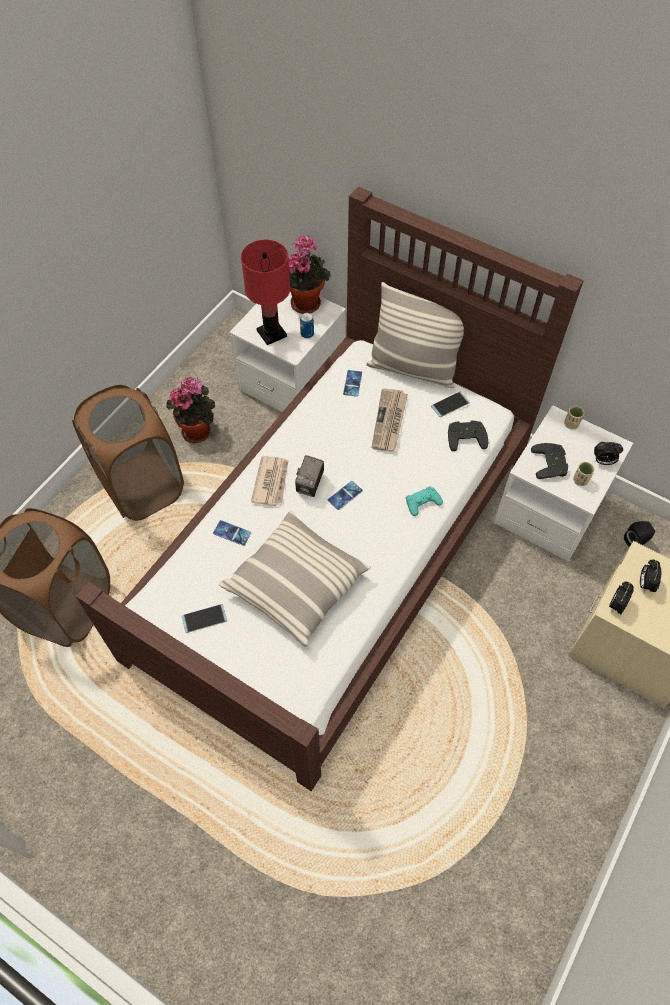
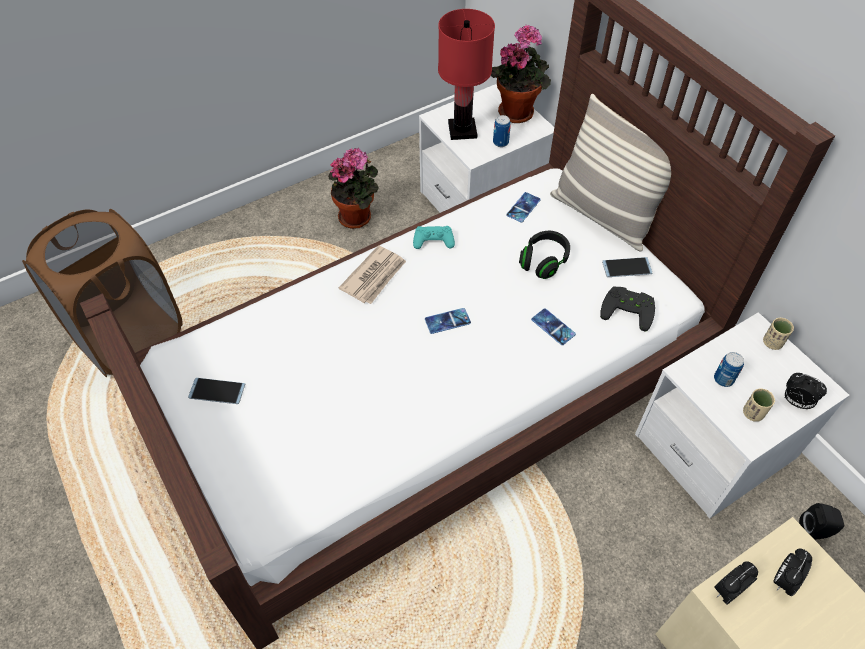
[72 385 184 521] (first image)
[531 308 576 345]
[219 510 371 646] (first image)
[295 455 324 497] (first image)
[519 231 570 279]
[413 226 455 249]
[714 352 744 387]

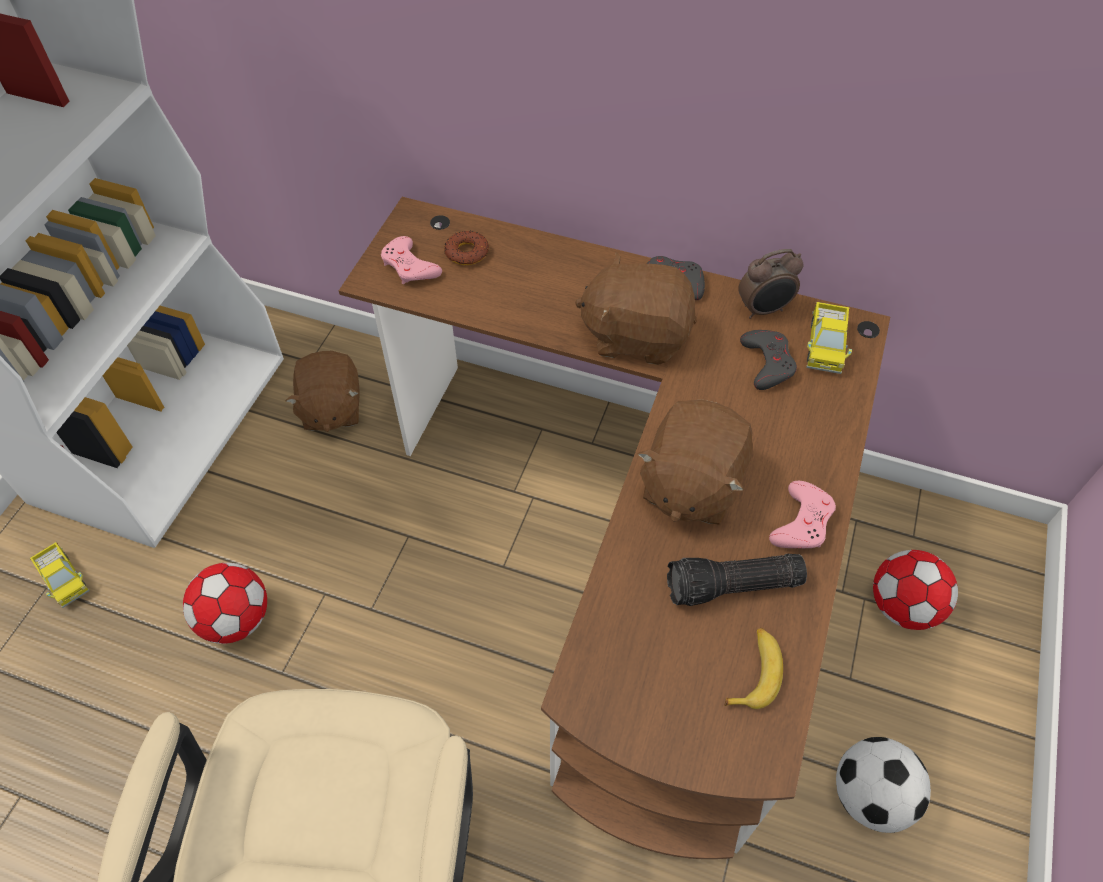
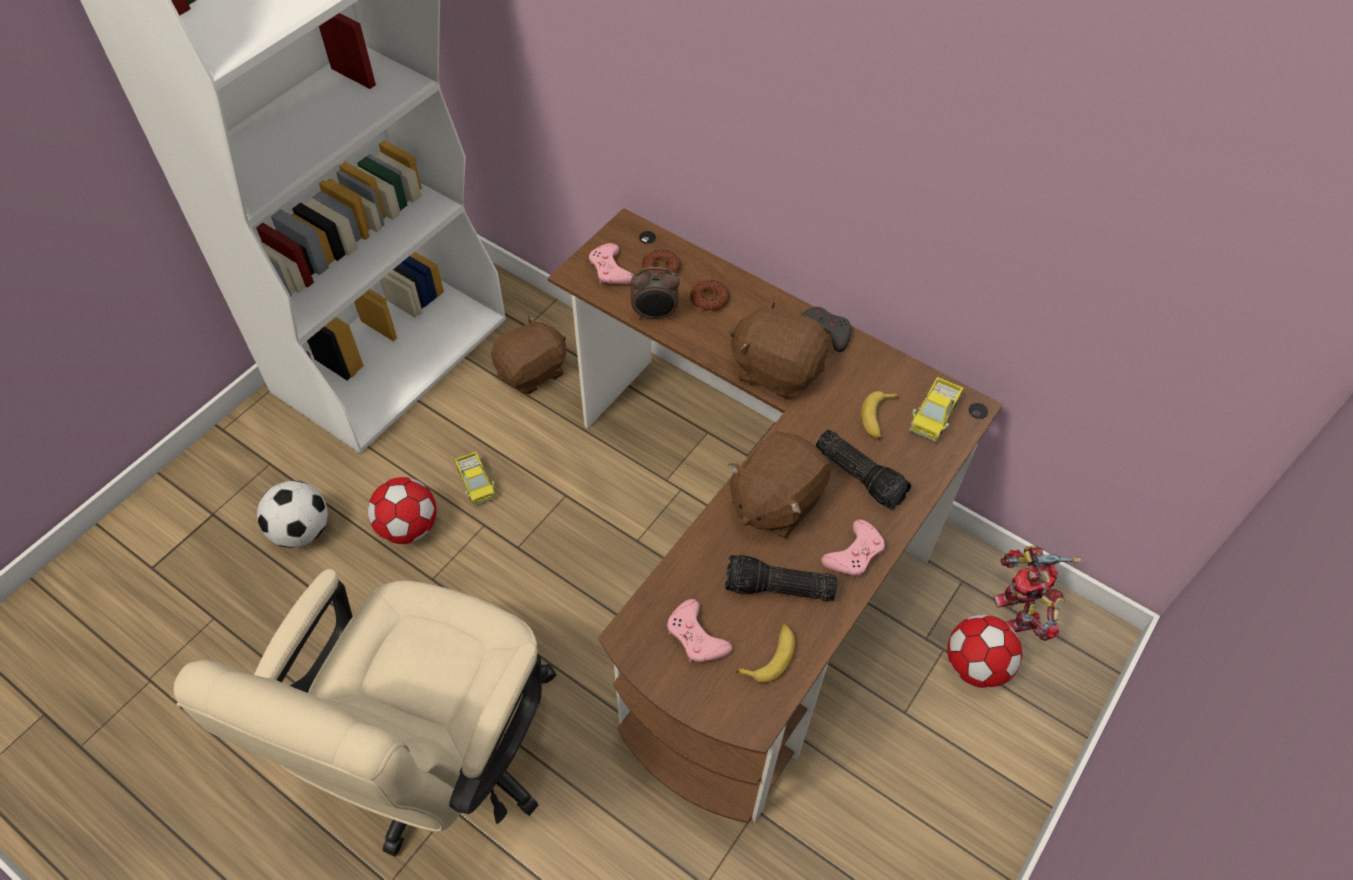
[454 451 496 507]
[491 315 566 394]
[630 267 680 319]
[861 391 899 440]
[257 481 328 548]
[667 599 733 662]
[690 280 729 311]
[815 430 911 510]
[994 545 1081 641]

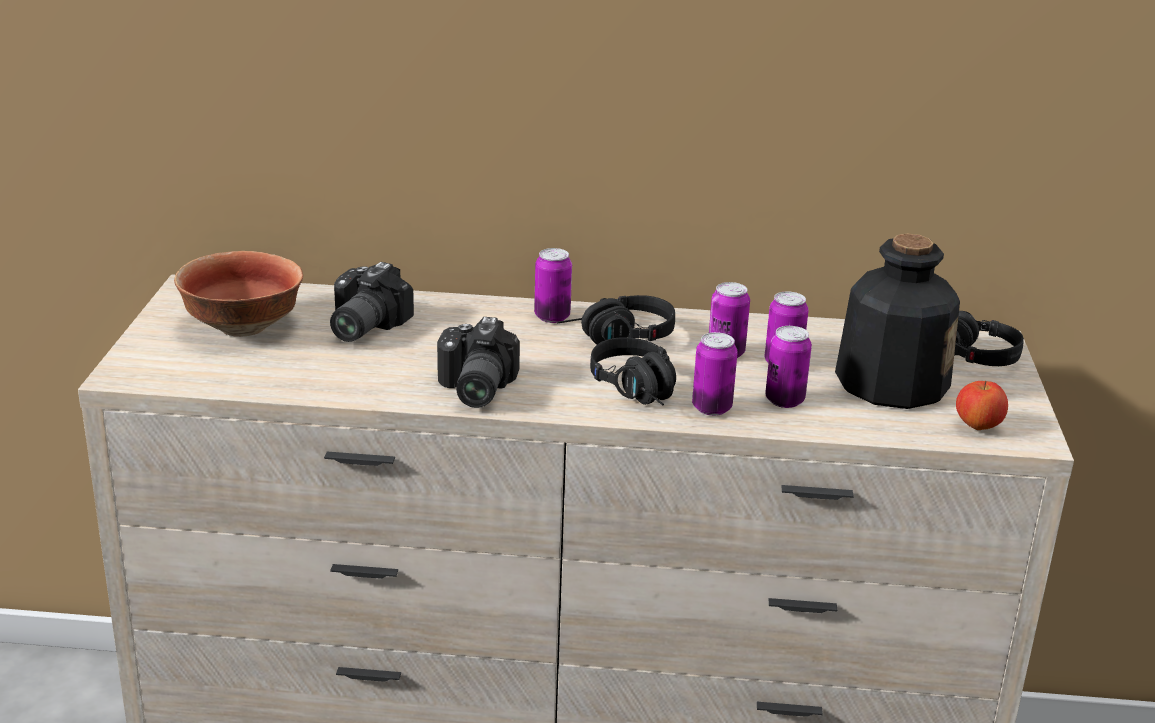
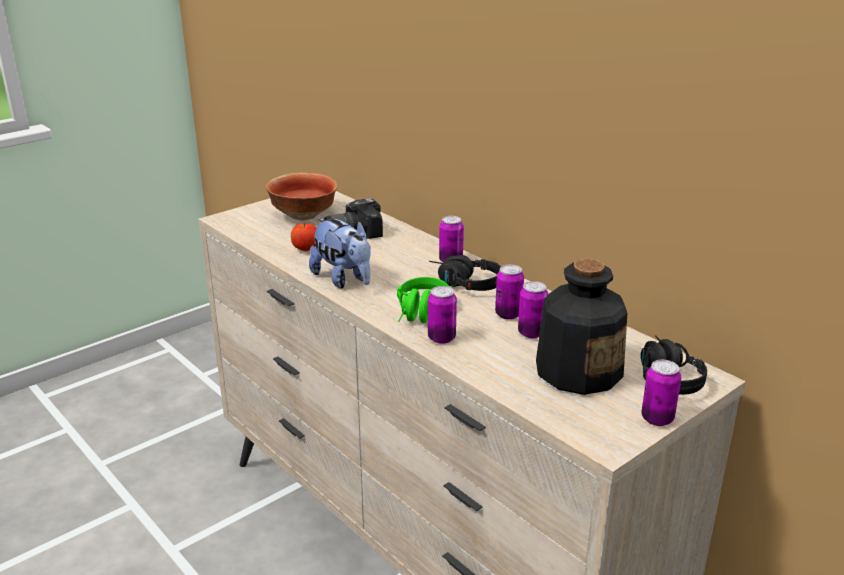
[309 218 371 288]
[397 277 449 323]
[641 360 681 426]
[291 223 316 252]

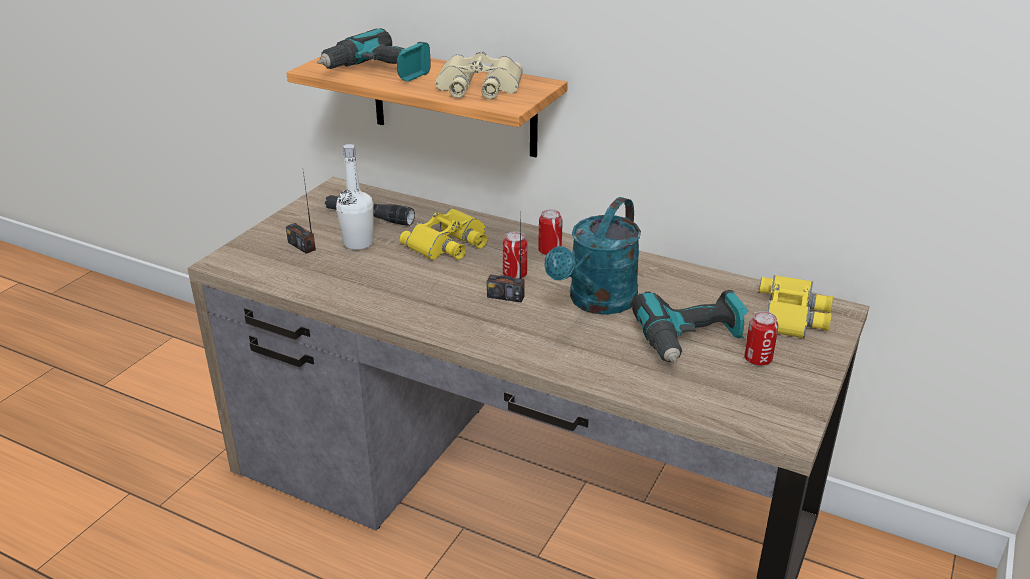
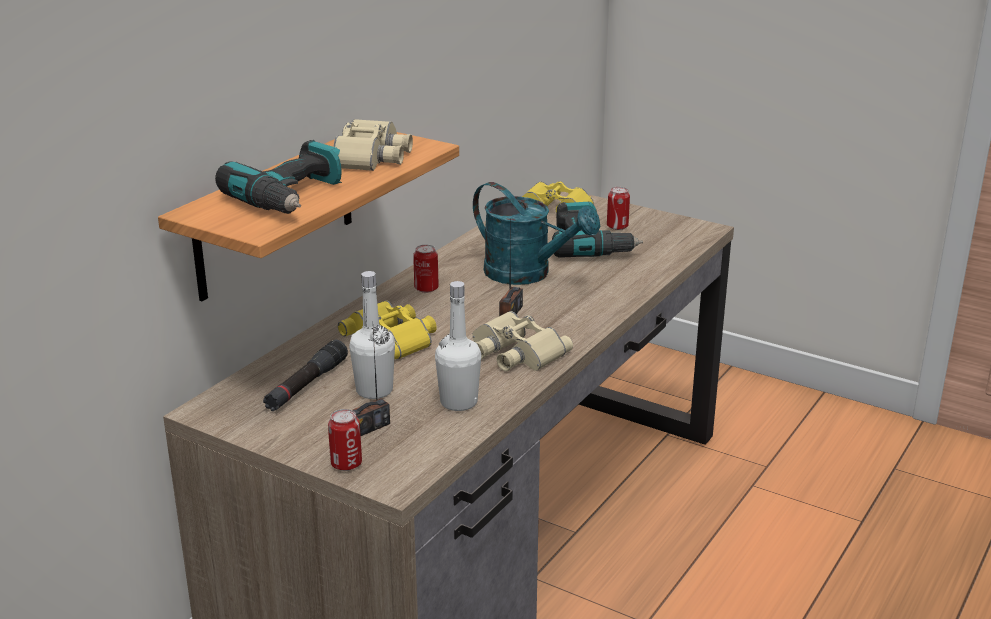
[328 409 362 471]
[435 281 481 411]
[472 311 573 371]

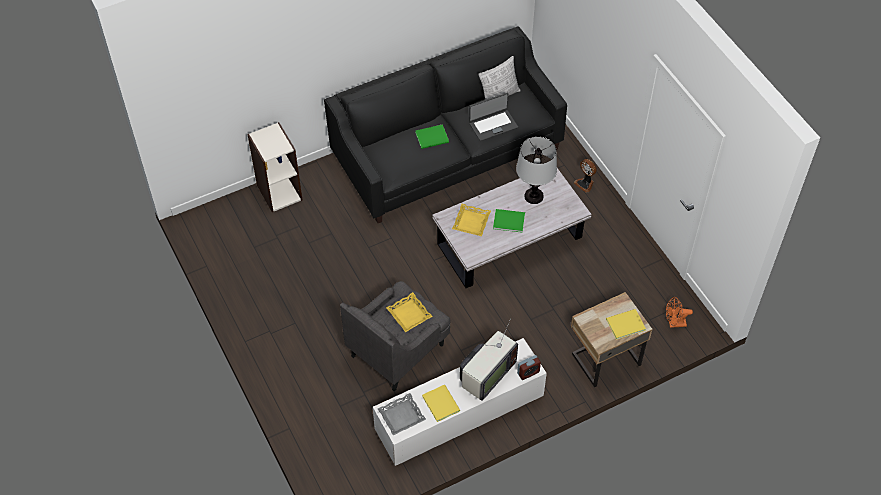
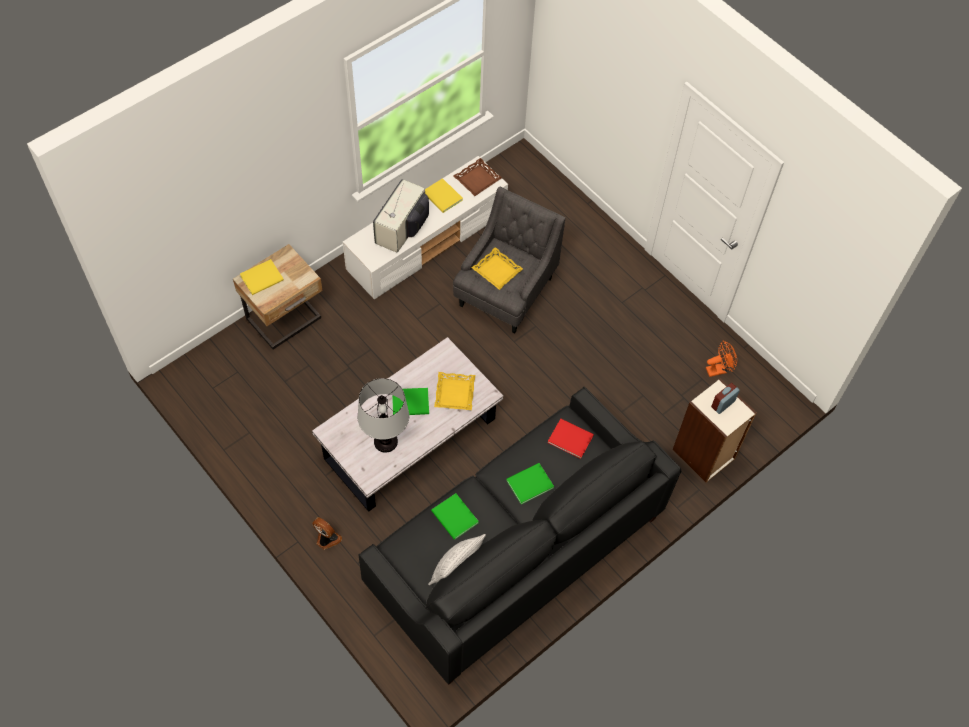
[454 158 502 196]
[431 493 479 540]
[711 383 740 414]
[706 341 737 377]
[548 419 594 459]

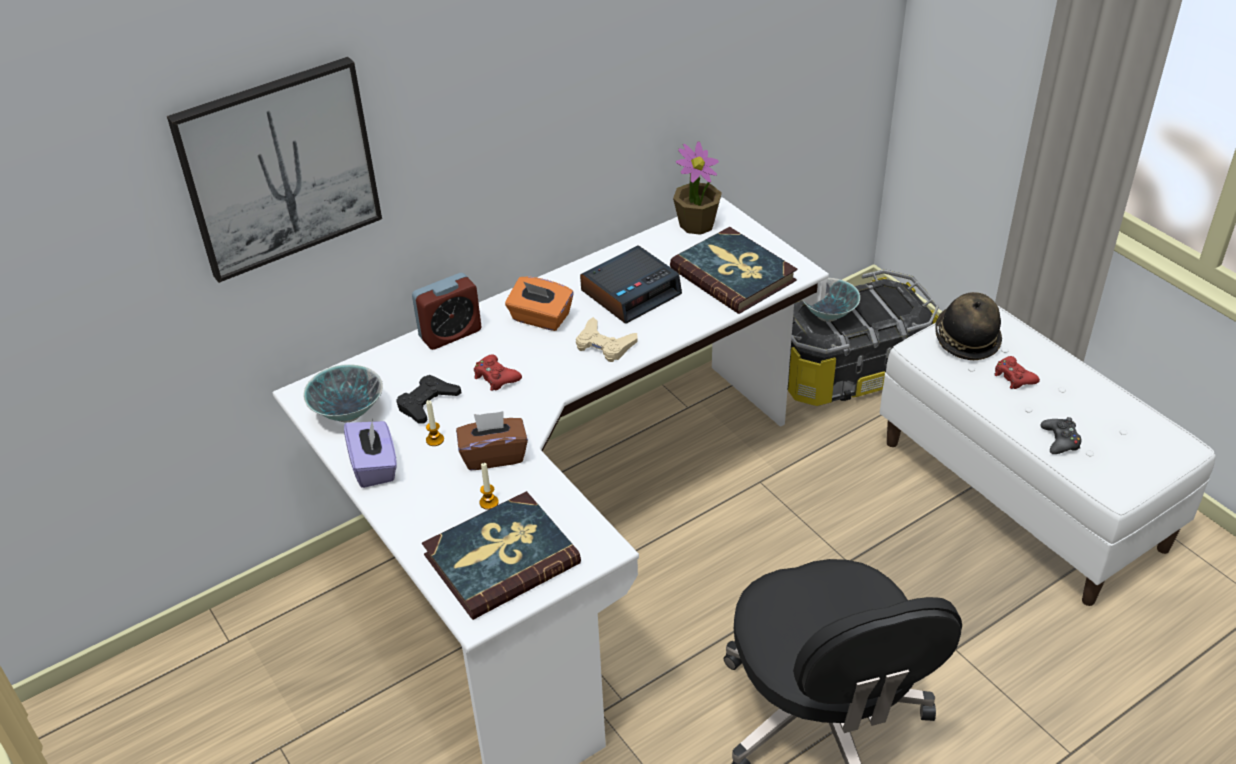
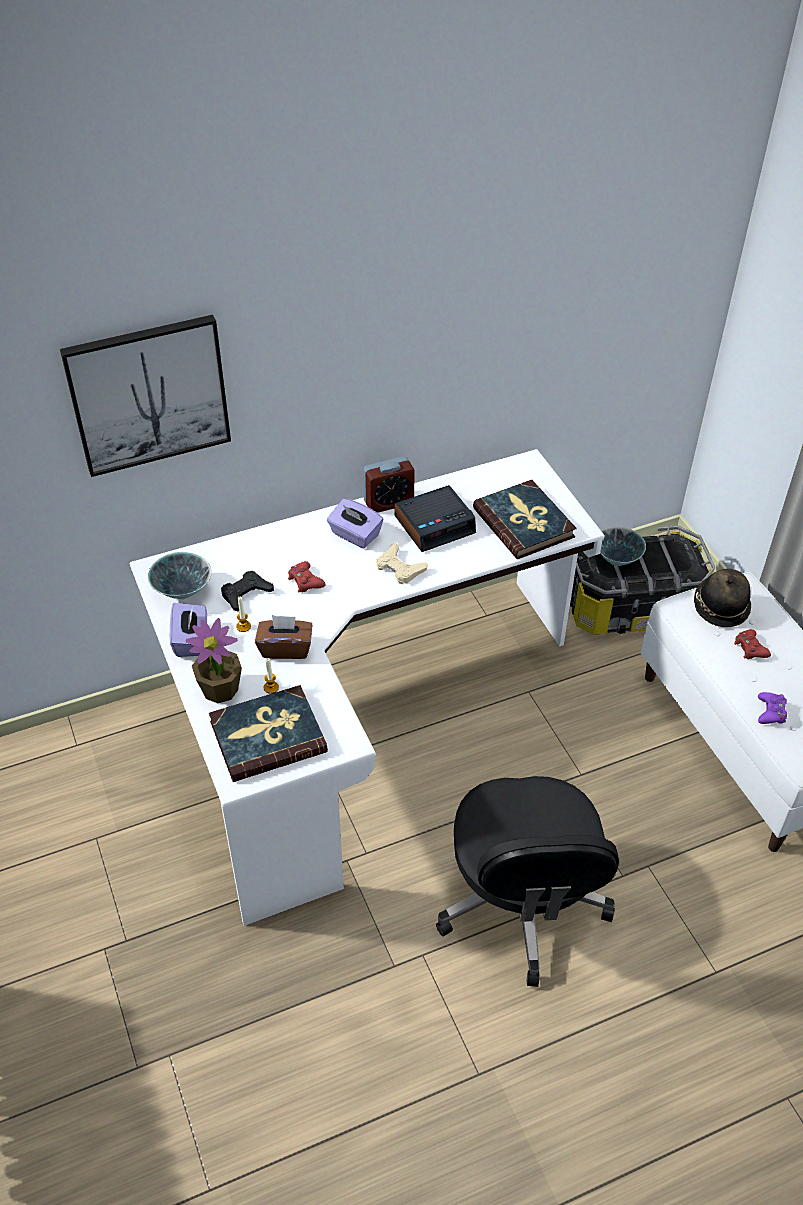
[363 456 415 513]
[327 498 383 548]
[186 618 242 703]
[758 692 787 724]

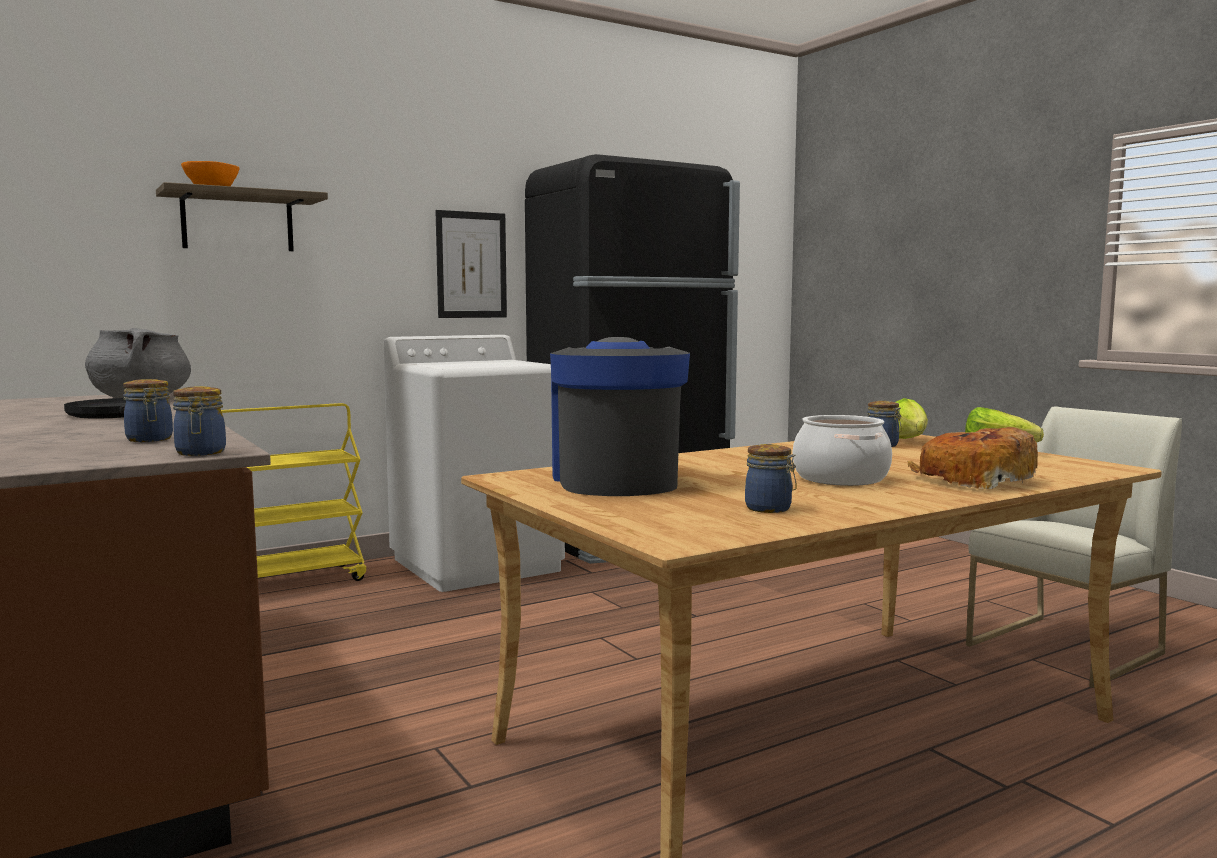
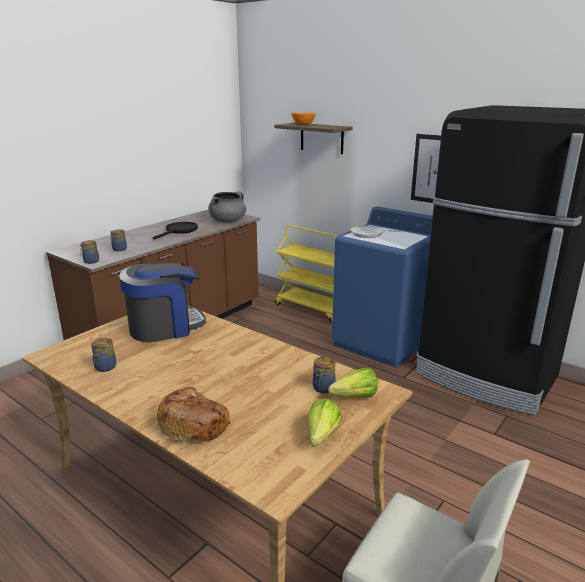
[332 207 433 368]
[793 415 892 486] (first image)
[350 226 402 238]

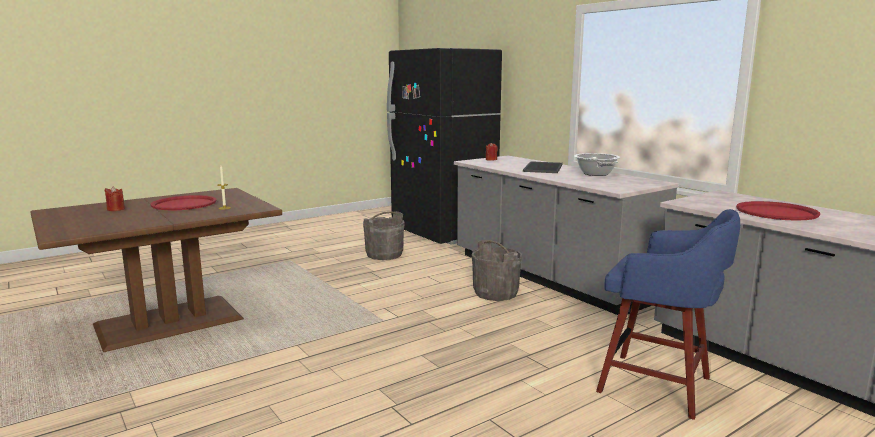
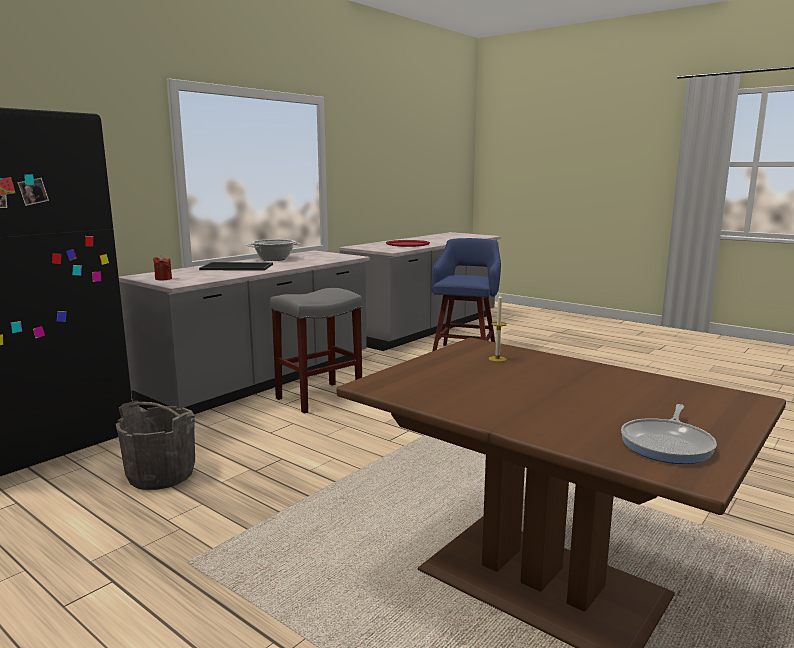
[105 186 125 211] (first image)
[150 195 217 210] (first image)
[270 288 362 414]
[621 404 717 464]

